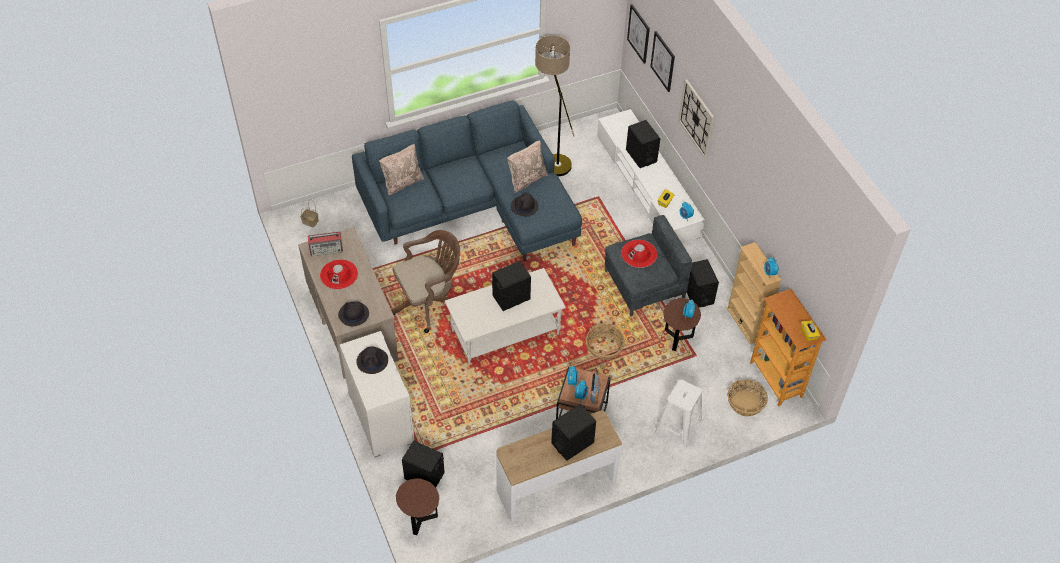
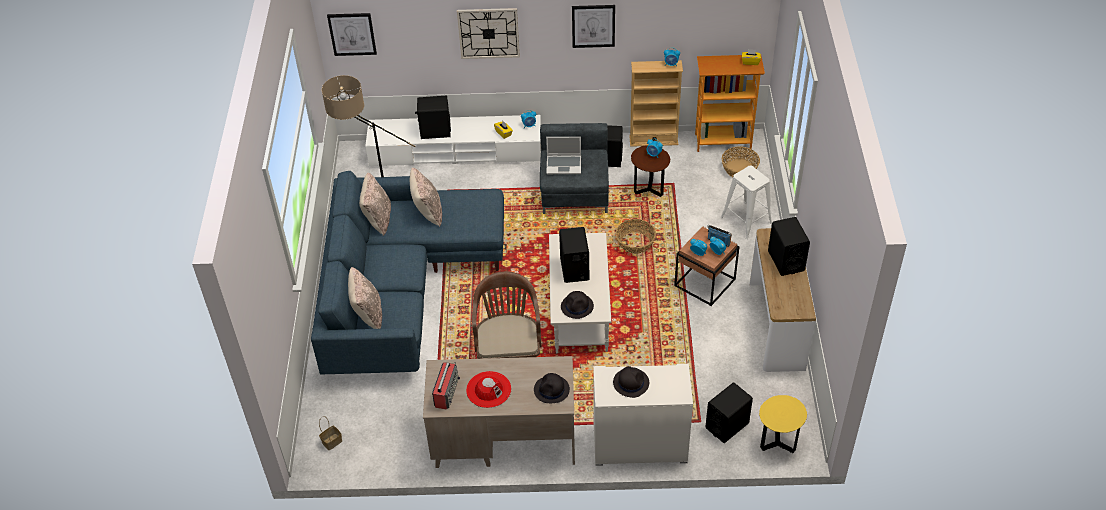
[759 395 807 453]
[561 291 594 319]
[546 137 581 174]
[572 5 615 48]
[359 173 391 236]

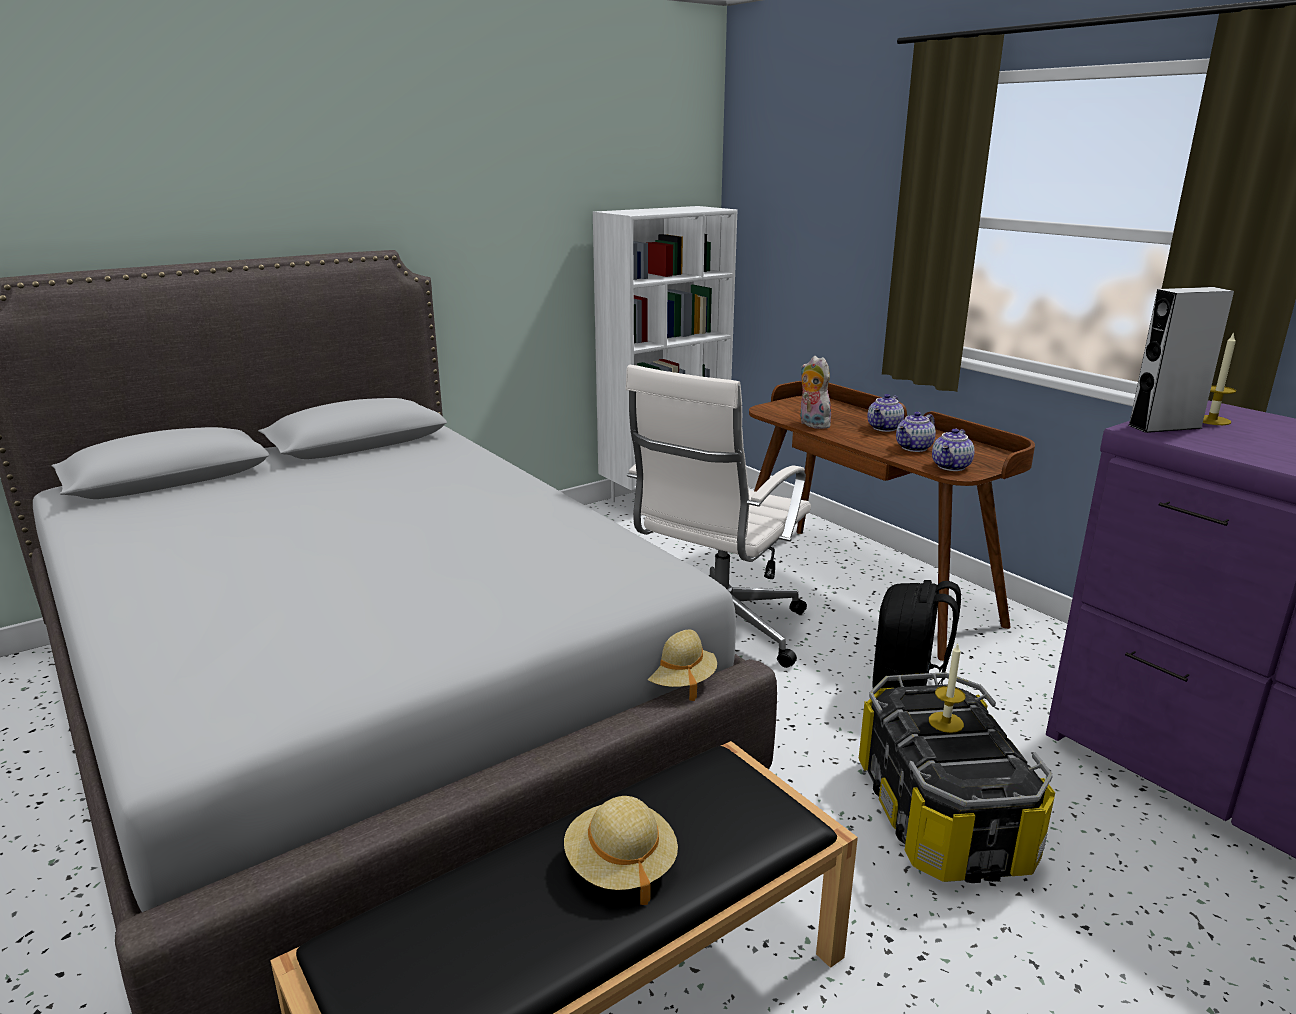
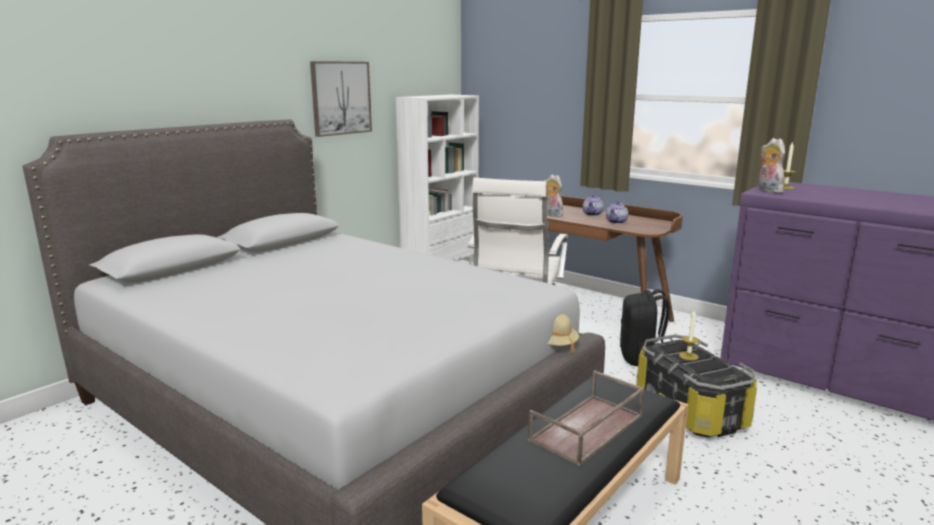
[528 370 644 466]
[932 429 975 471] (first image)
[758 138 785 193]
[310 61 372 137]

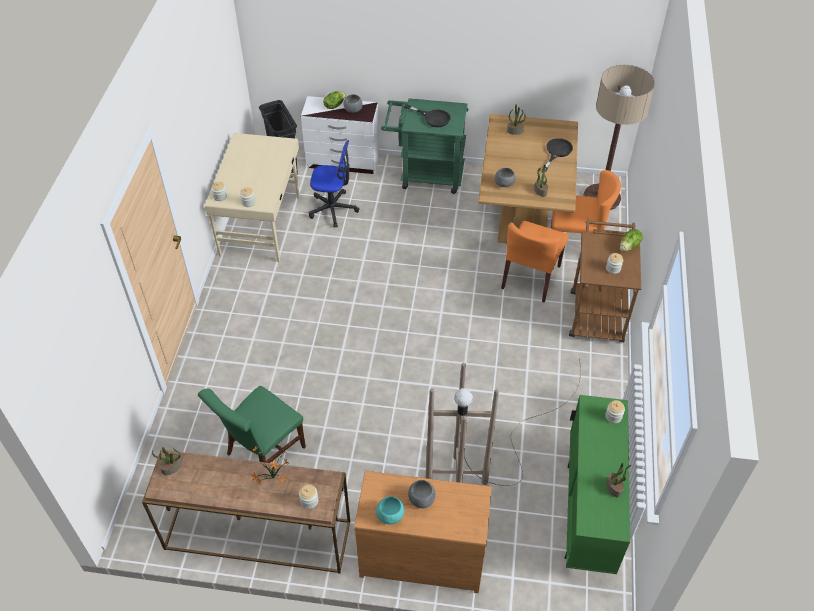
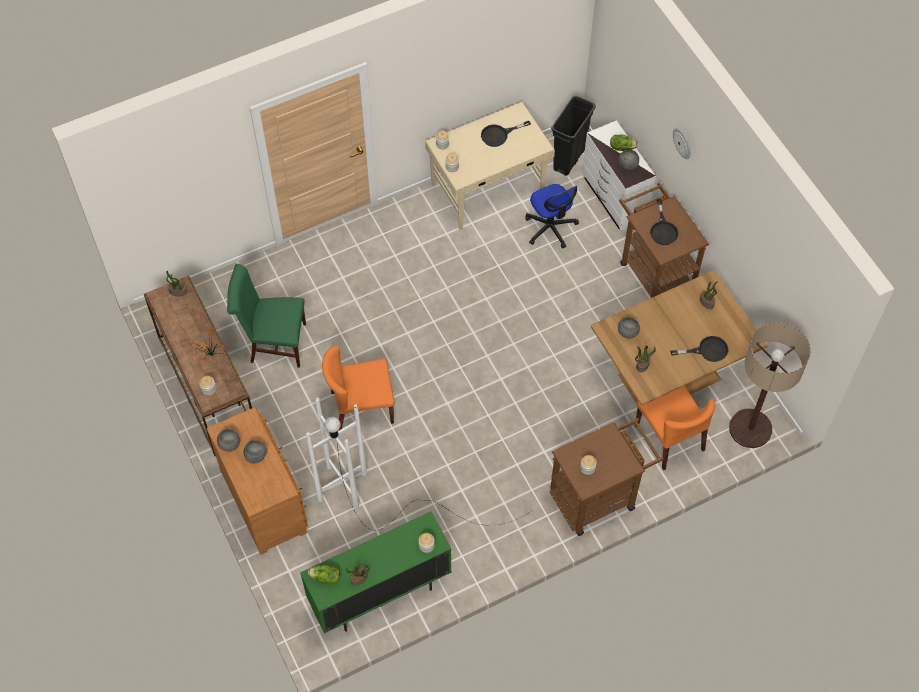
[217 429 240 452]
[619 182 709 298]
[306 398 533 530]
[322 346 395 431]
[308 565 340 584]
[481 121 531 147]
[673 128 691 159]

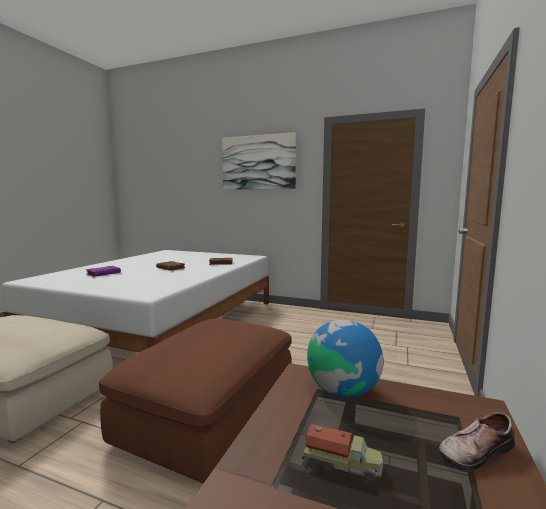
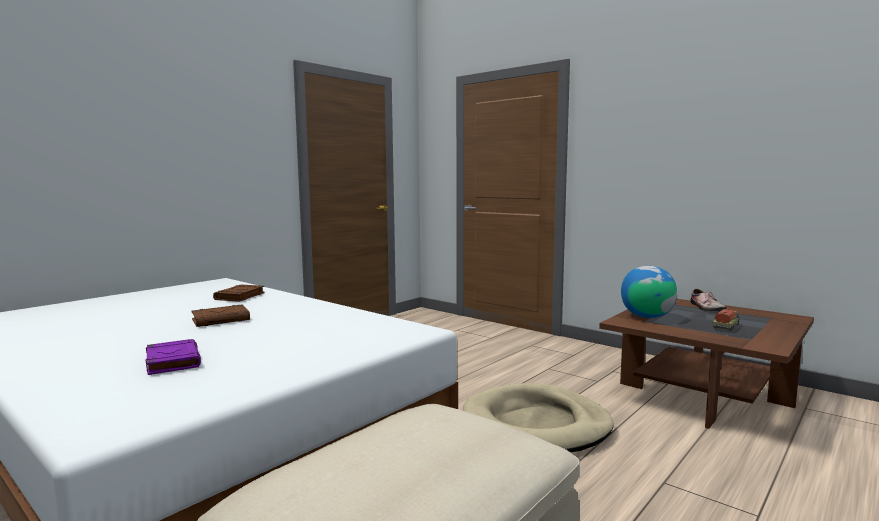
[463 383 614 453]
[222 132 296 190] (first image)

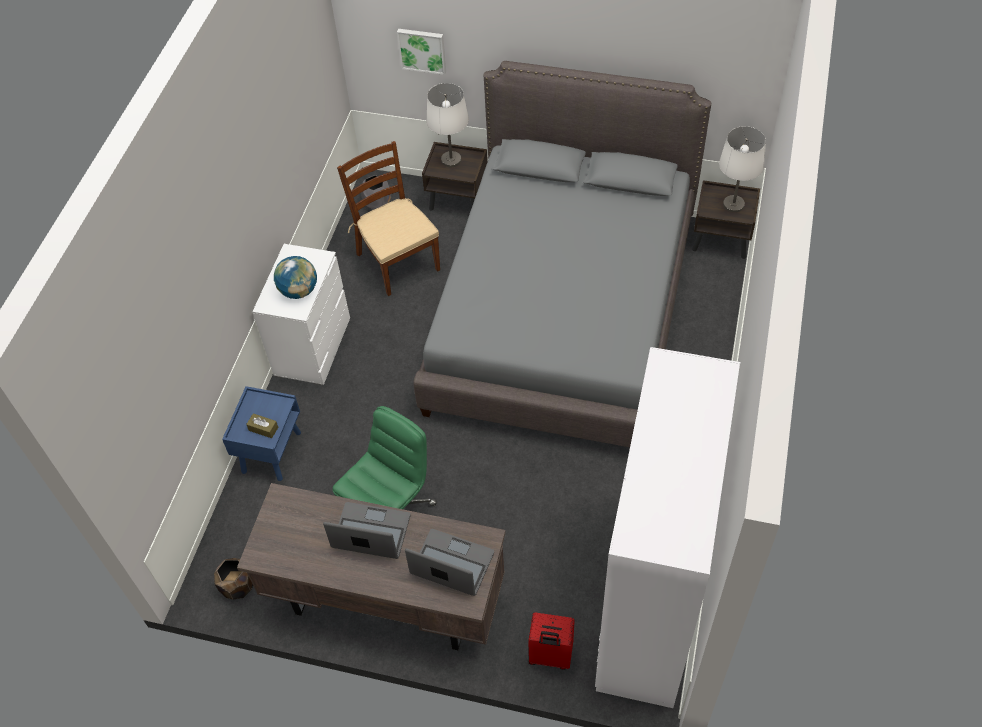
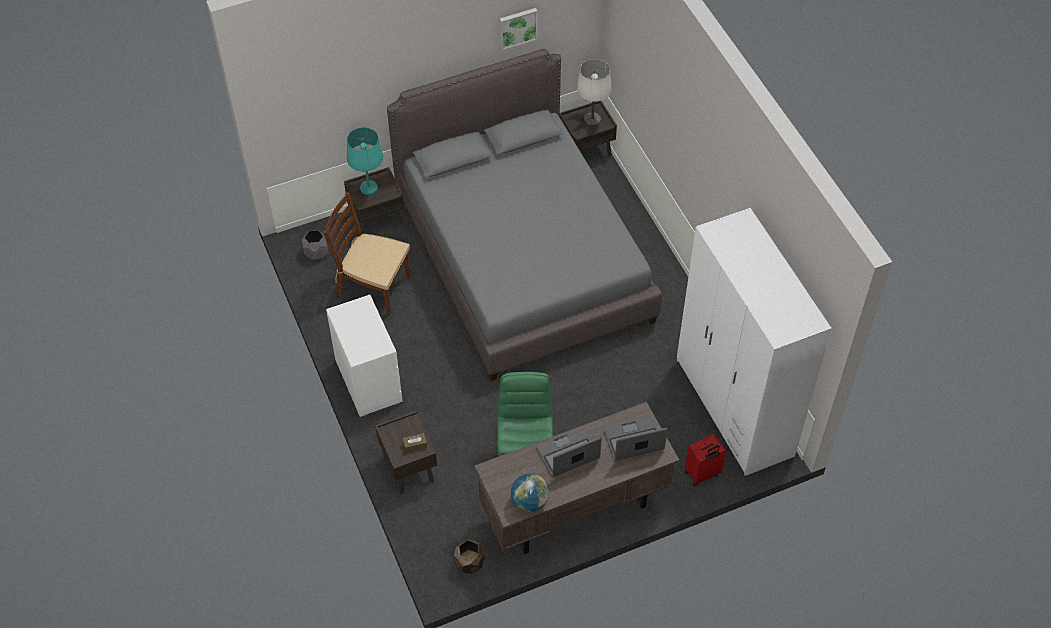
[375 411 437 494]
[511 473 549 512]
[500 8 538 50]
[347 127 383 195]

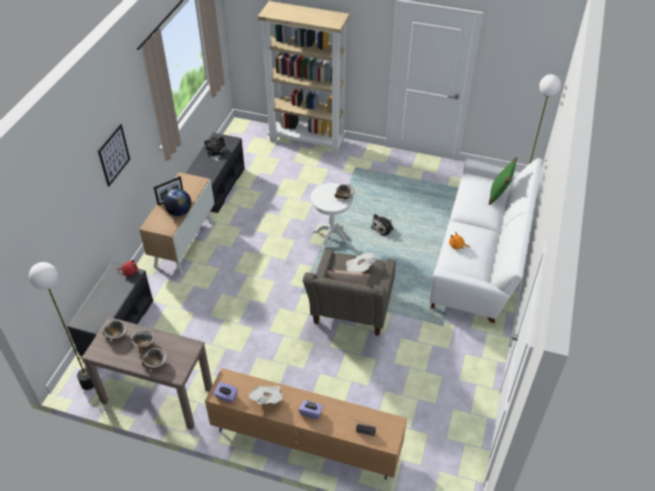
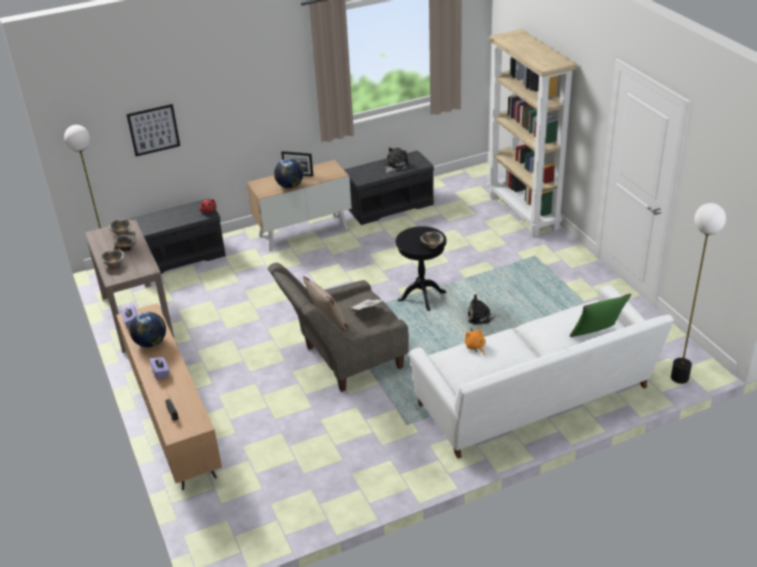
[126 104 180 157]
[129 312 166 348]
[396 226 447 311]

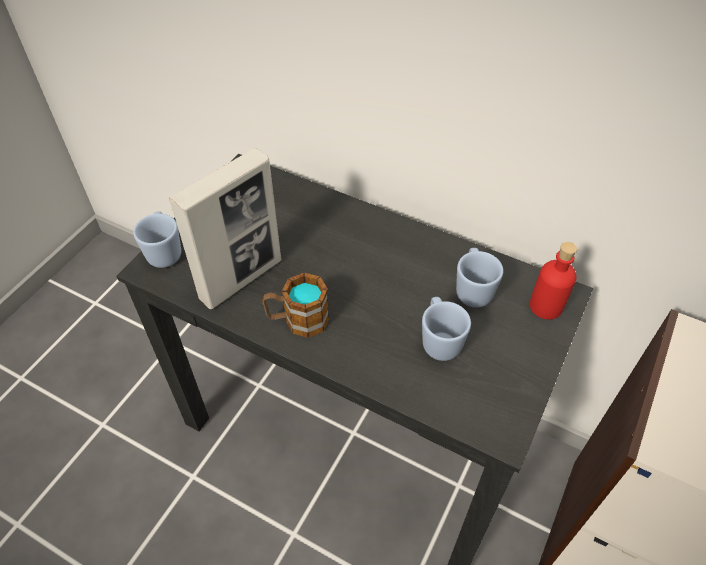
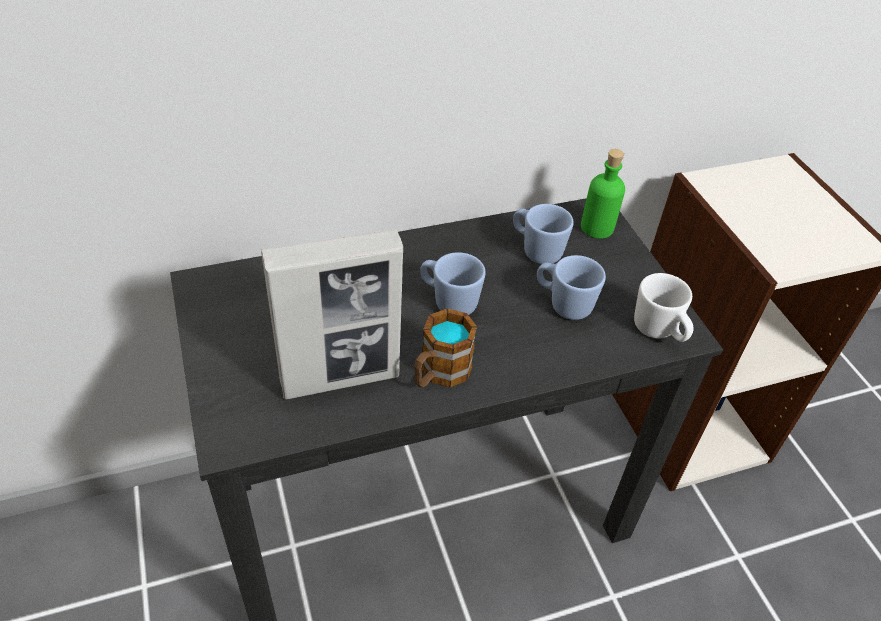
[420 252 485 315]
[261 229 403 400]
[581 149 625 239]
[634 273 694 342]

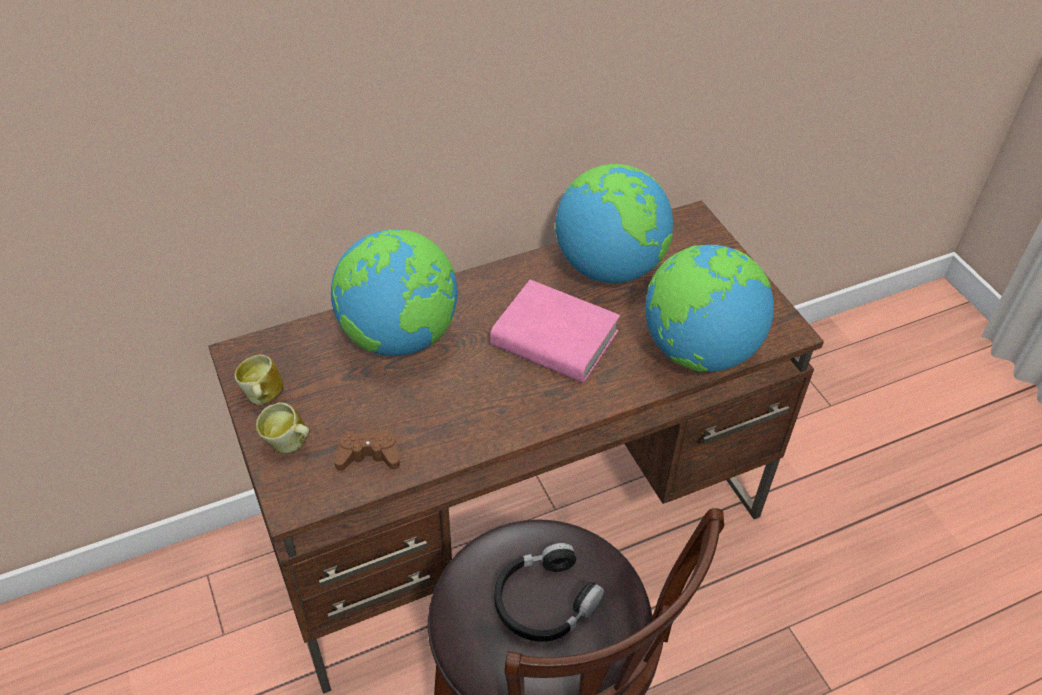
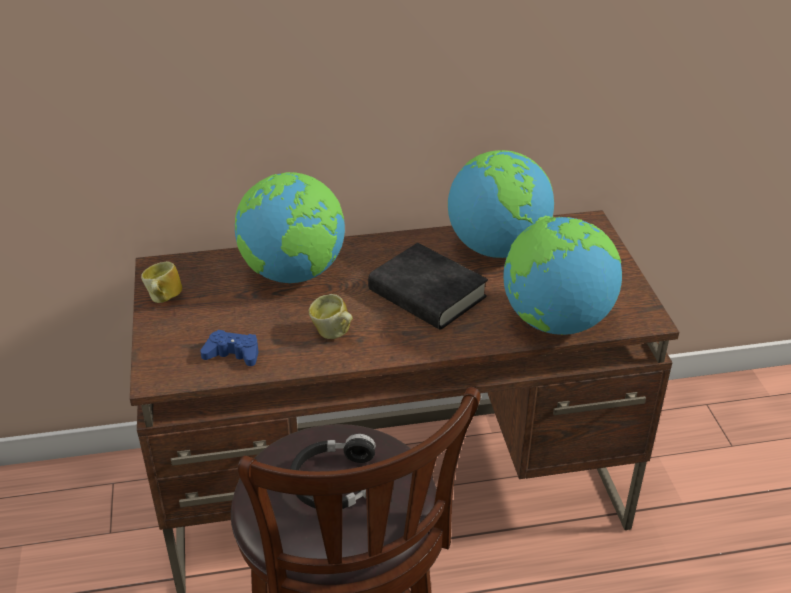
[309 294 353 339]
[200 330 259 366]
[368 243 488 330]

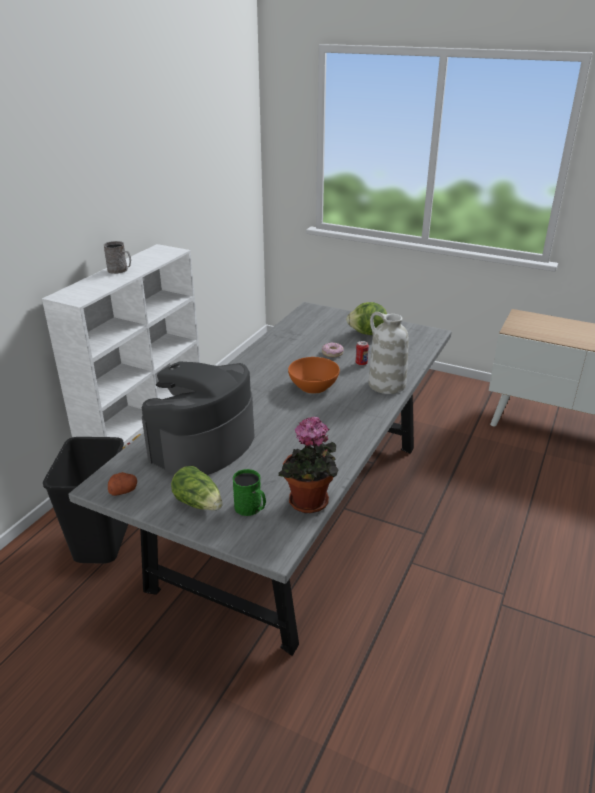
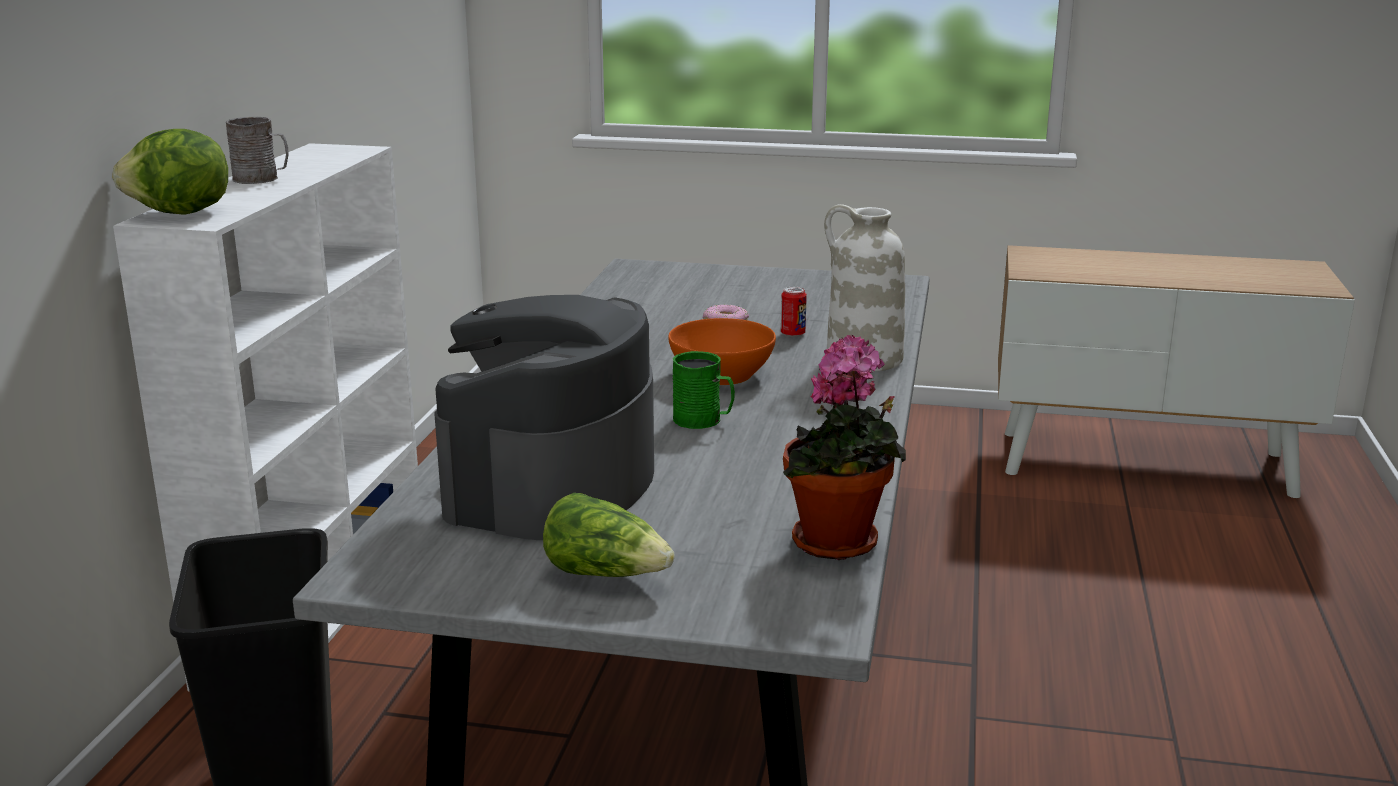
[108 472 137 496] (first image)
[673 351 735 429]
[112 129 228 215]

